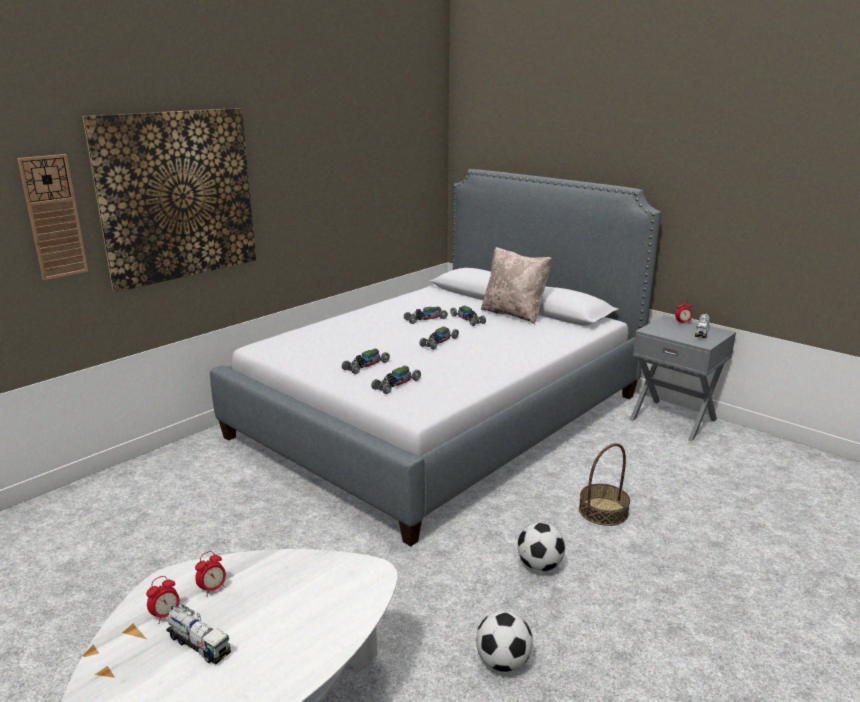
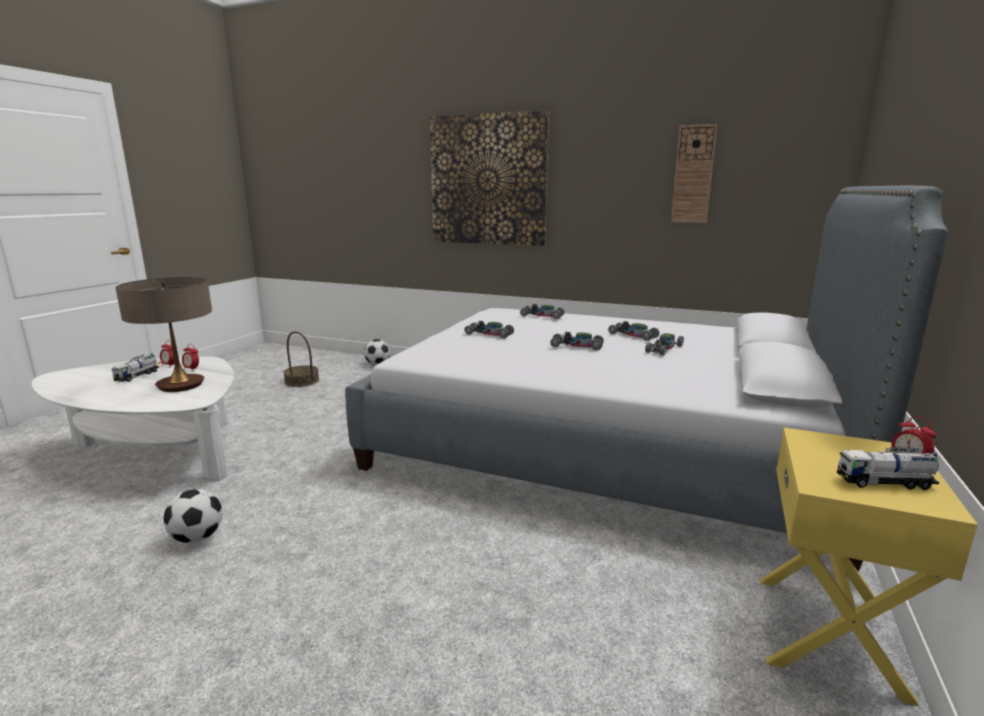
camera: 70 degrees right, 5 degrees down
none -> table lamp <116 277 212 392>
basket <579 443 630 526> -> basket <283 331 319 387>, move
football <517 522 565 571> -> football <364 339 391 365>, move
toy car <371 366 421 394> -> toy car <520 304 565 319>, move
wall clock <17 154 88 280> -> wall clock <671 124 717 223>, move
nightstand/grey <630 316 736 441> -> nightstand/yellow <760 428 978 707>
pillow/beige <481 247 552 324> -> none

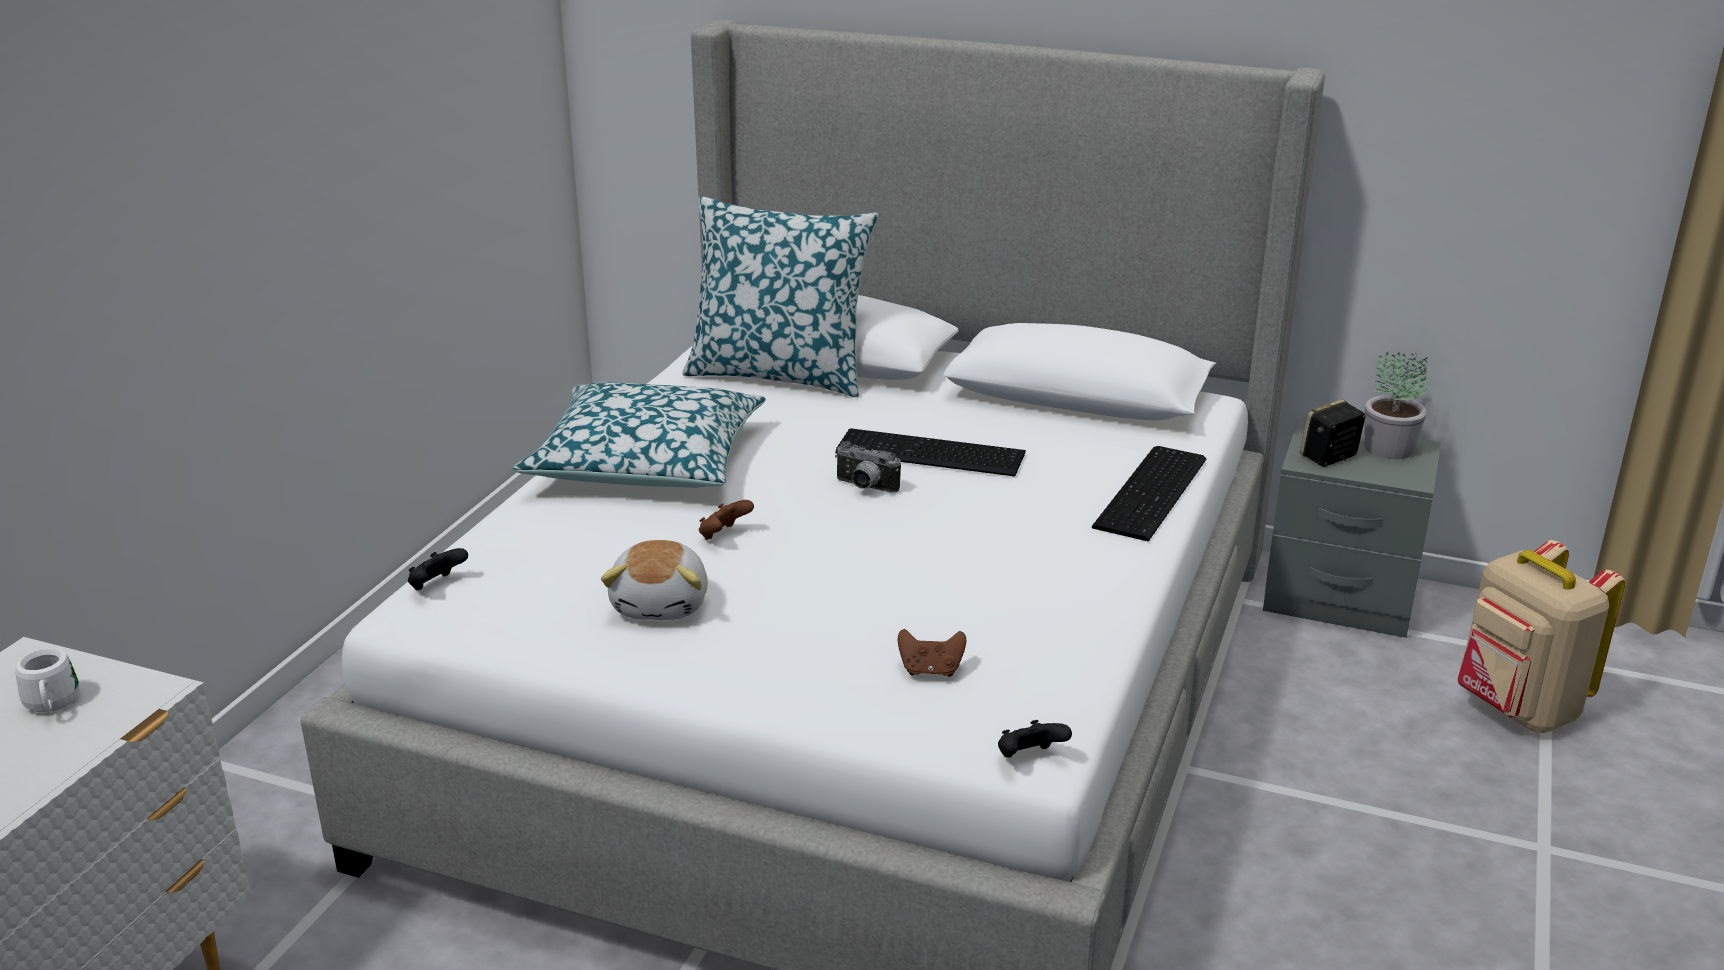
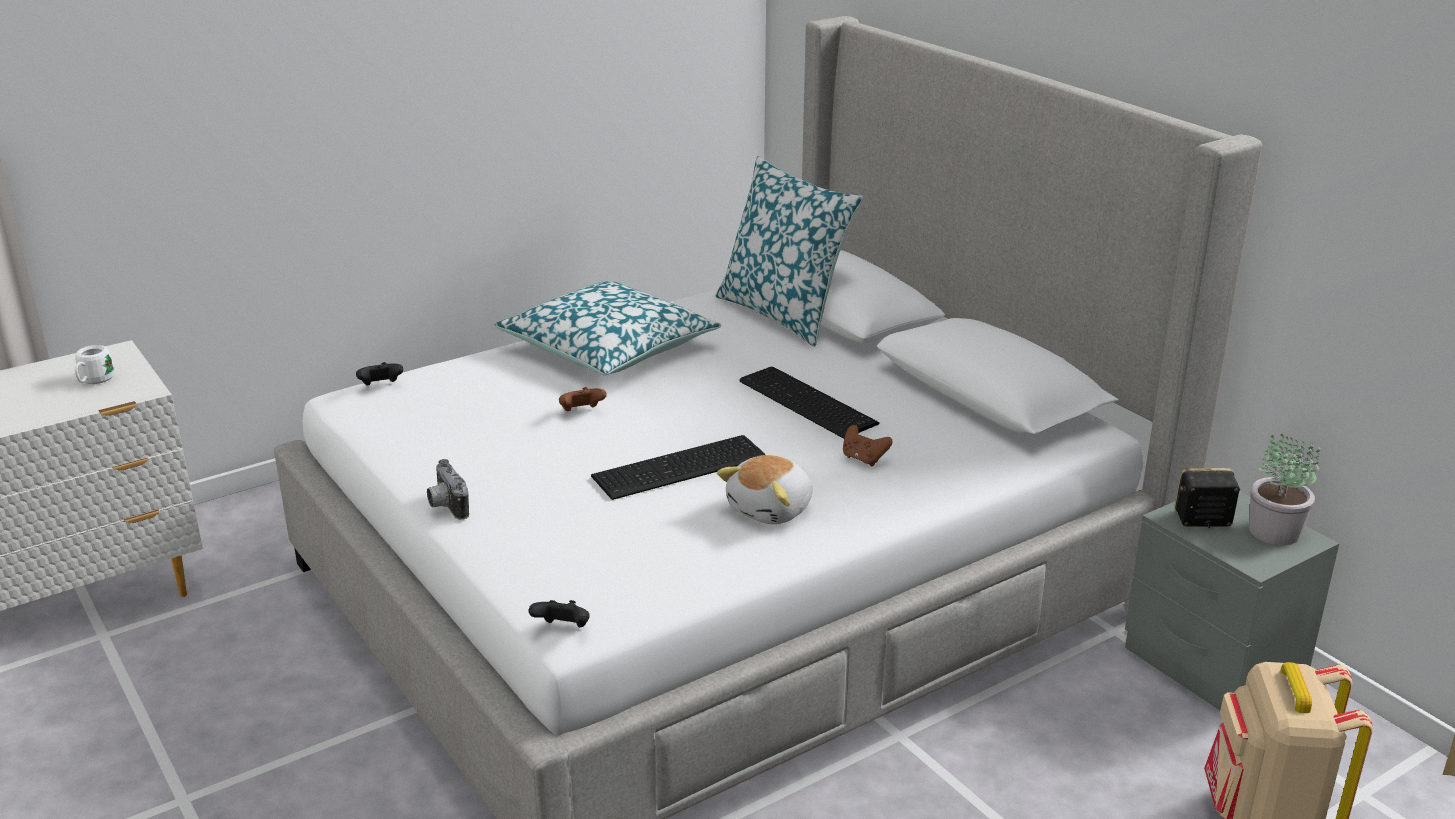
camera: 35 degrees right, 0 degrees up
photo camera <835 441 901 493> -> photo camera <427 459 469 520>, move
keyboard <1092 446 1206 542> -> keyboard <591 435 765 500>, move
plush toy <601 540 708 620> -> plush toy <717 455 813 524>, move
game controller/brown <898 629 966 677> -> game controller/brown <843 425 893 466>, move

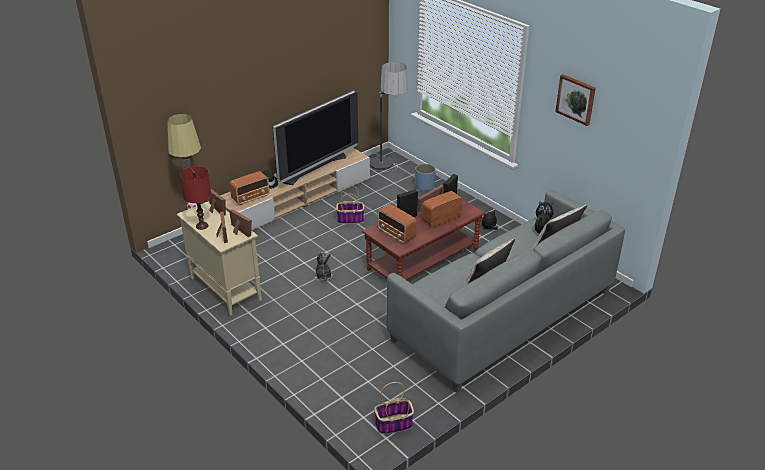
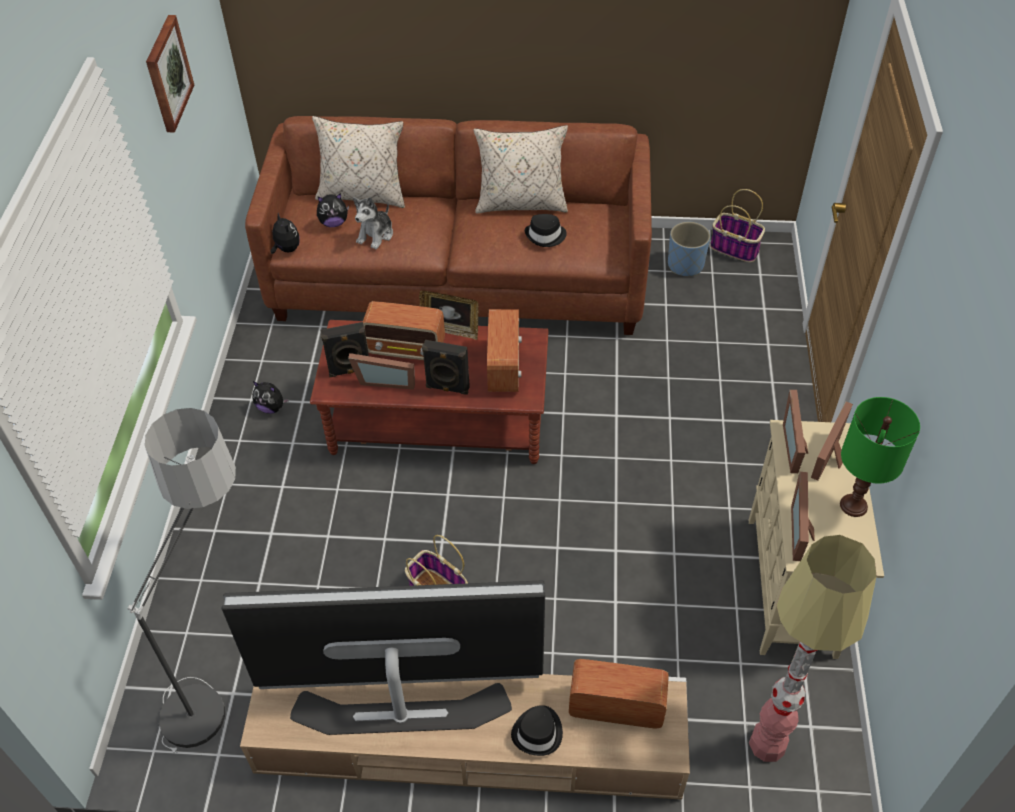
camera: 135 degrees left, 15 degrees up
sofa/grey <387 190 625 393> -> sofa/brown <245 116 652 335>
plush toy <314 252 333 282> -> plush toy <353 197 393 250>, move
none -> picture frame <419 291 478 340>
none -> hat/black <525 214 567 247>
planter/blue <415 164 436 192> -> planter/blue <668 222 710 276>, move
table lamp/red <180 166 211 230> -> table lamp/green <840 397 920 517>

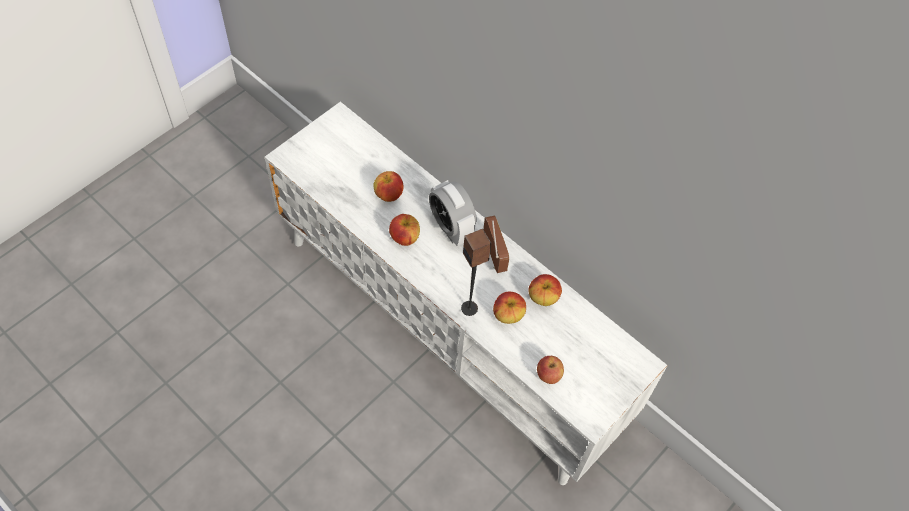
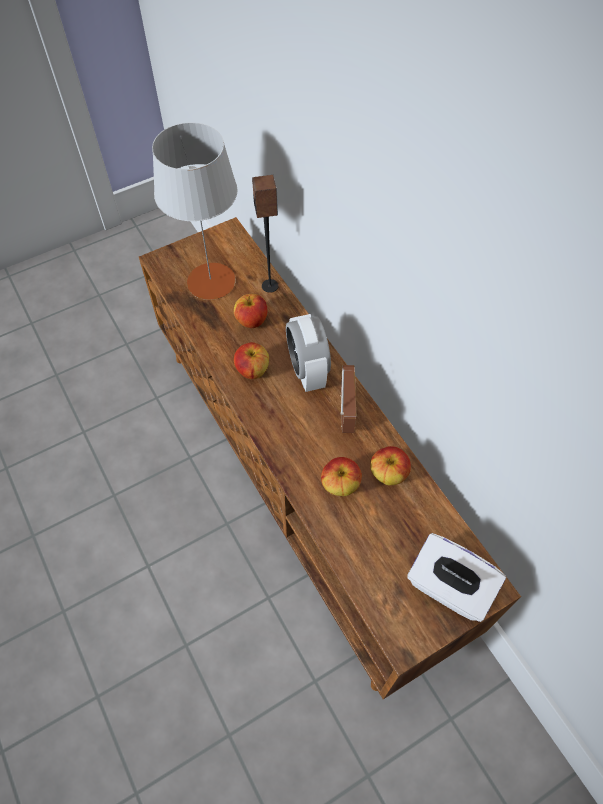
camera: 20 degrees right, 0 degrees up
tv stand/white <265 102 668 485> -> tv stand/brown <139 217 521 699>
none -> table lamp/grey <152 122 238 300>
speaker <461 229 492 316> -> speaker <252 175 279 293>, move
none -> tissue box/white <408 533 506 622>
apple <537 356 564 384> -> none

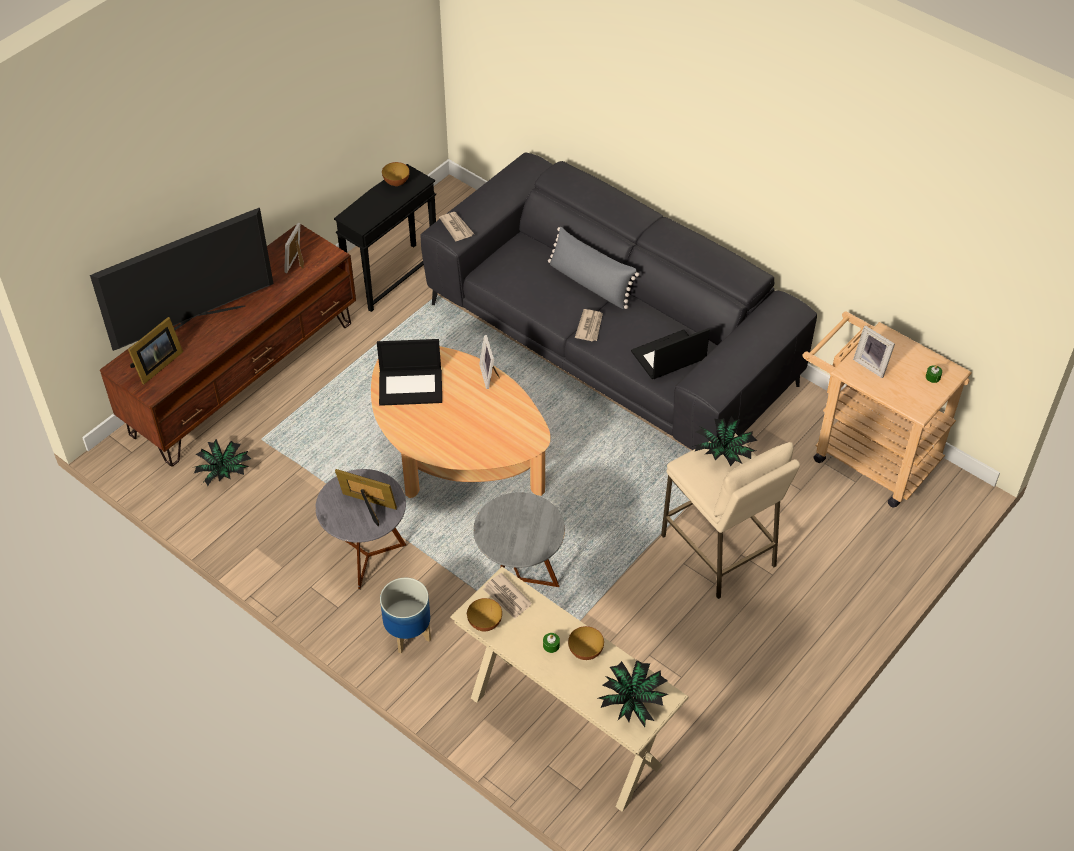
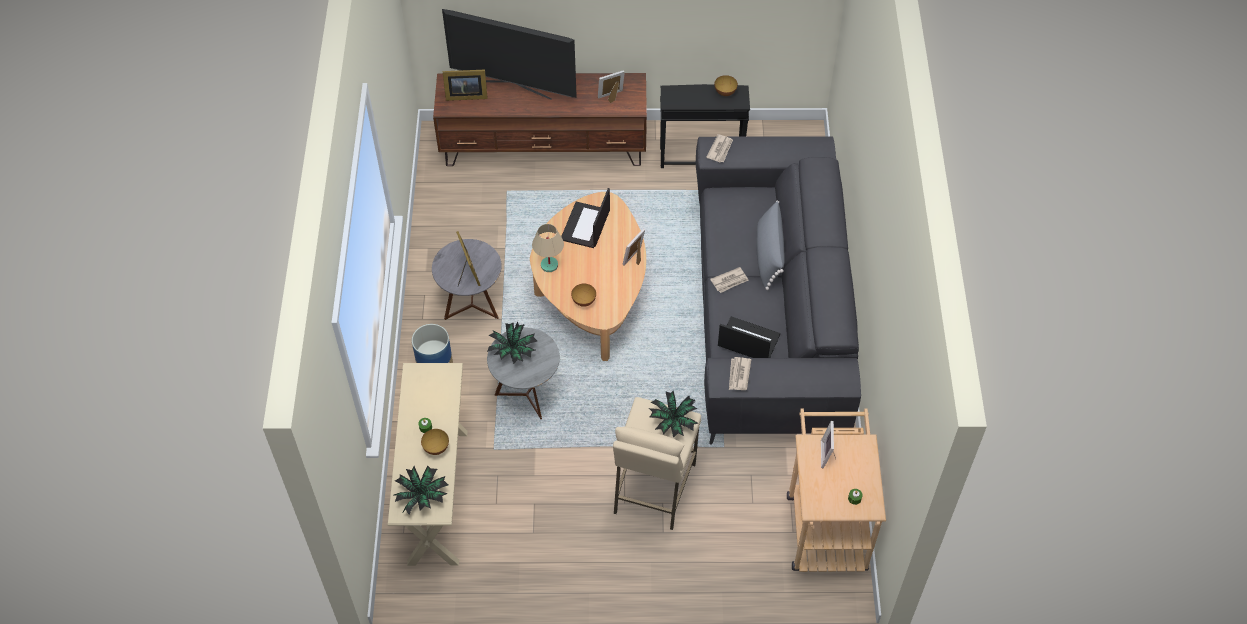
camera: 50 degrees right, 5 degrees up
potted plant <194 439 251 486> -> potted plant <487 321 537 364>, move
none -> table lamp/beige <532 224 564 272>
laptop <377 339 442 406> -> laptop <561 188 610 248>, 60 degrees clockwise
bowl <467 598 502 631> -> bowl <571 284 596 307>, move
newspaper <483 573 532 619> -> newspaper <729 357 752 390>, move

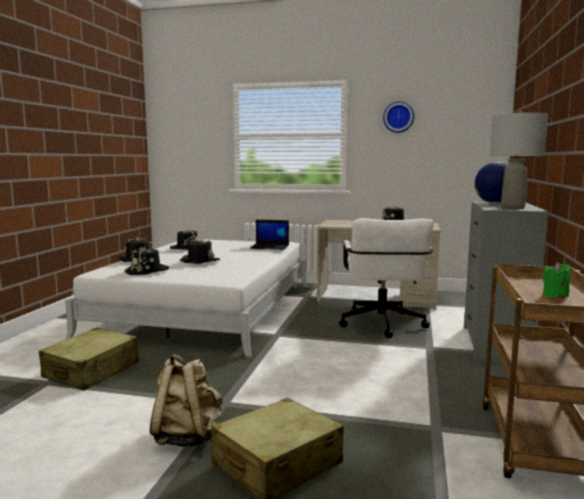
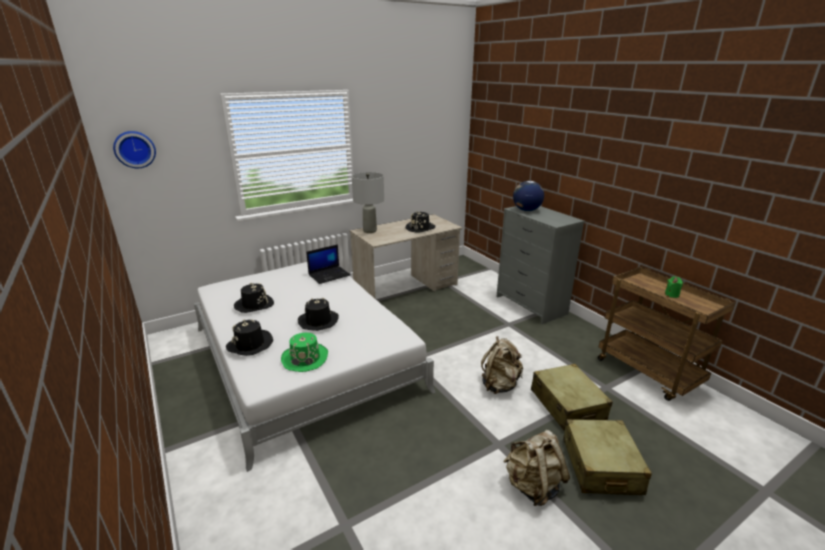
camera: 45 degrees left, 15 degrees up
wall clock <383 101 414 133> -> wall clock <113 131 156 168>, move
hat/black <124 247 169 275> -> hat/green <281 333 328 372>
table lamp/grey <490 111 548 209> -> table lamp/grey <352 172 384 233>, move
none -> backpack/beige <481 336 523 394>
suitcase/beige <39 327 139 391> -> suitcase/beige <531 364 613 430>, move
office chair/white <339 218 434 338> -> none

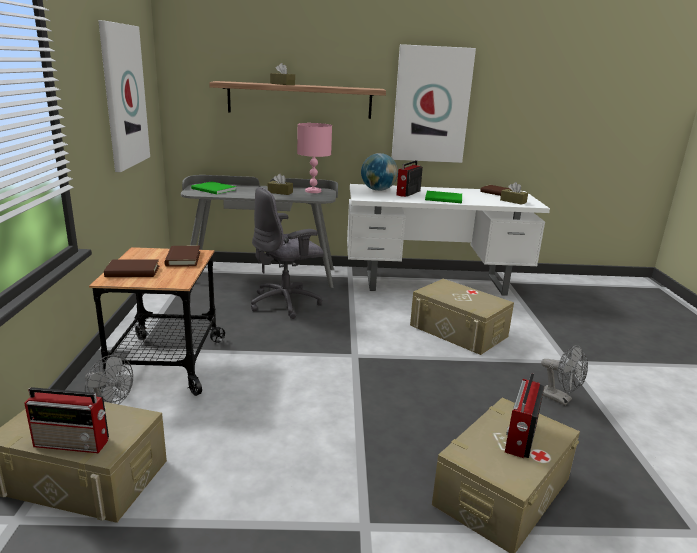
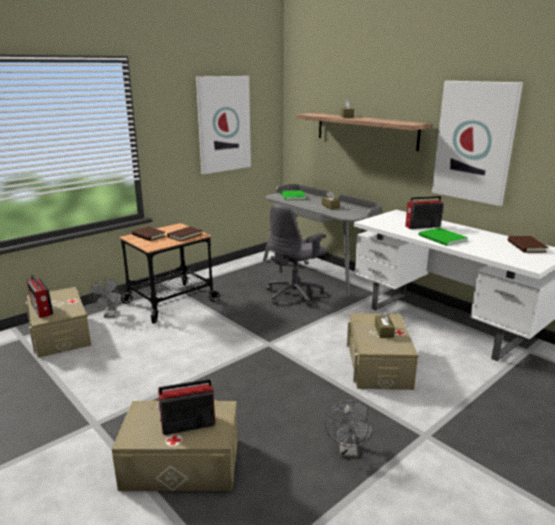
camera: 50 degrees right, 0 degrees up
office chair/grey <251 187 324 319> -> office chair/grey <266 203 326 307>, 60 degrees counterclockwise
tissue box/brown <500 182 528 205> -> tissue box/brown <375 311 395 338>, move
table lamp/pink <297 123 332 193> -> none
globe <361 153 398 191> -> none

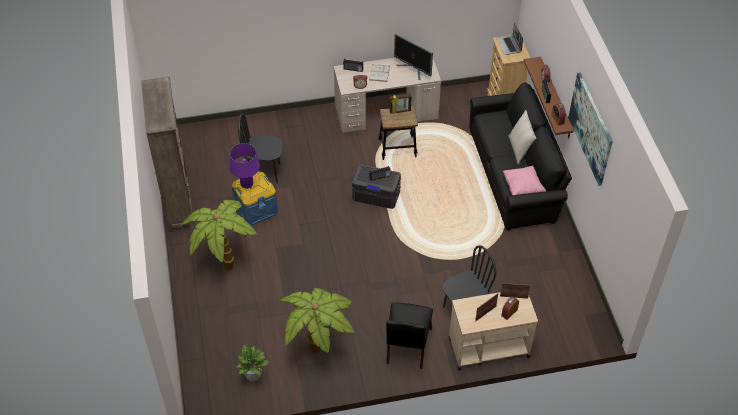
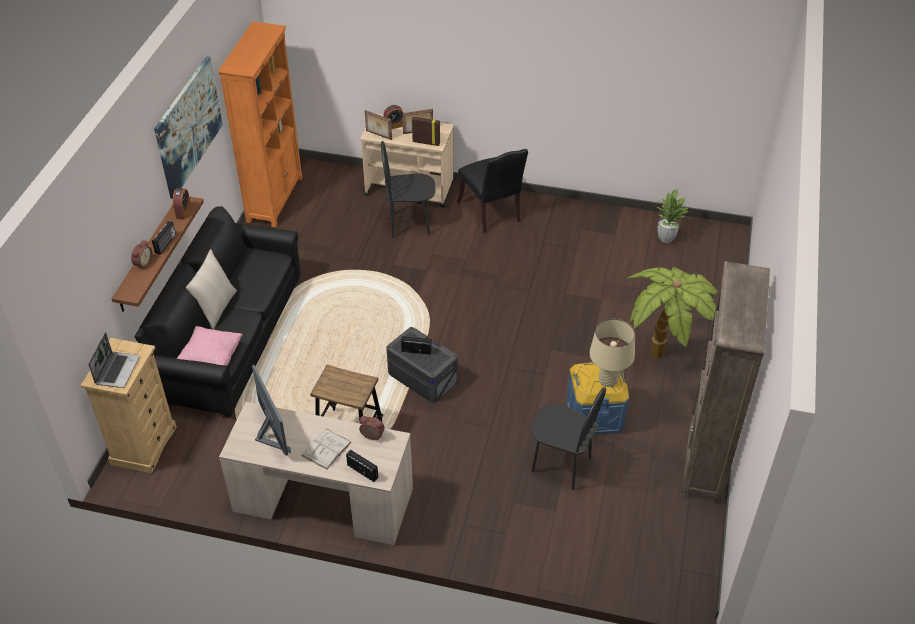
camera: 155 degrees left, 5 degrees down
pillow/pink <503 166 546 195> -> pillow/pink <177 326 243 366>, move
none -> bookcase/orange <218 21 303 227>
picture frame <390 93 412 114> -> picture frame <412 117 440 146>, move
chair/black <386 303 433 369> -> chair/black <457 149 528 233>, 120 degrees clockwise
table lamp/purple <230 143 260 189> -> table lamp/beige <590 319 635 387>
potted plant <279 288 355 354> -> none

